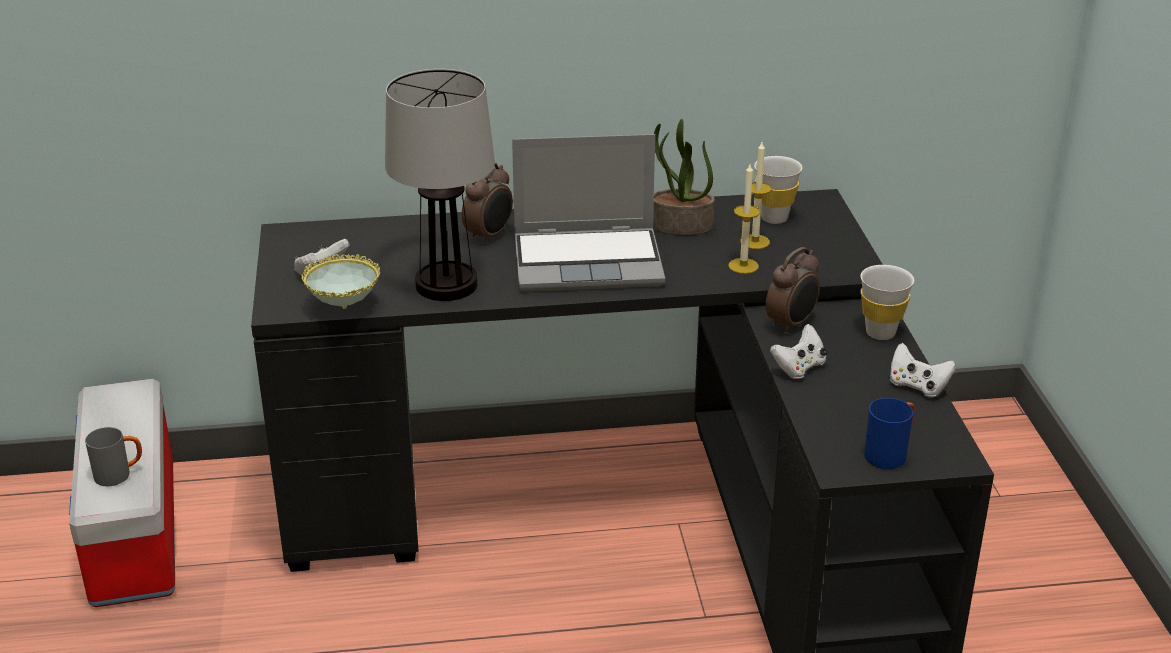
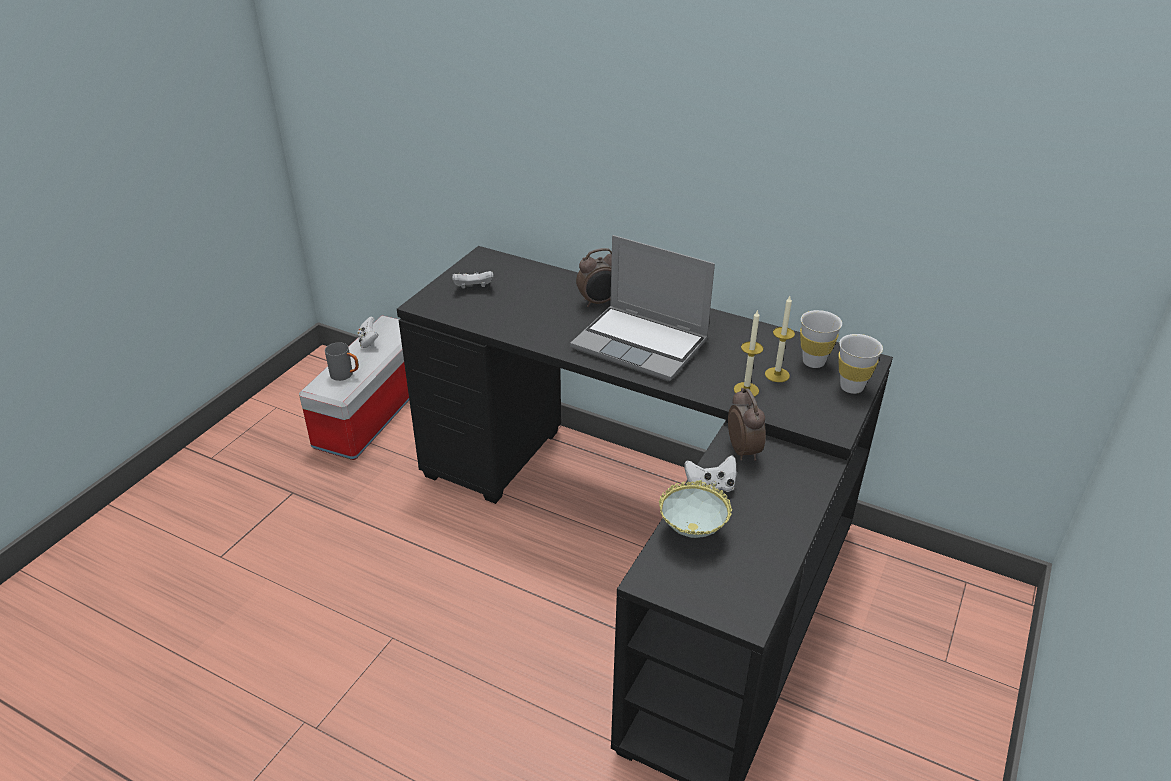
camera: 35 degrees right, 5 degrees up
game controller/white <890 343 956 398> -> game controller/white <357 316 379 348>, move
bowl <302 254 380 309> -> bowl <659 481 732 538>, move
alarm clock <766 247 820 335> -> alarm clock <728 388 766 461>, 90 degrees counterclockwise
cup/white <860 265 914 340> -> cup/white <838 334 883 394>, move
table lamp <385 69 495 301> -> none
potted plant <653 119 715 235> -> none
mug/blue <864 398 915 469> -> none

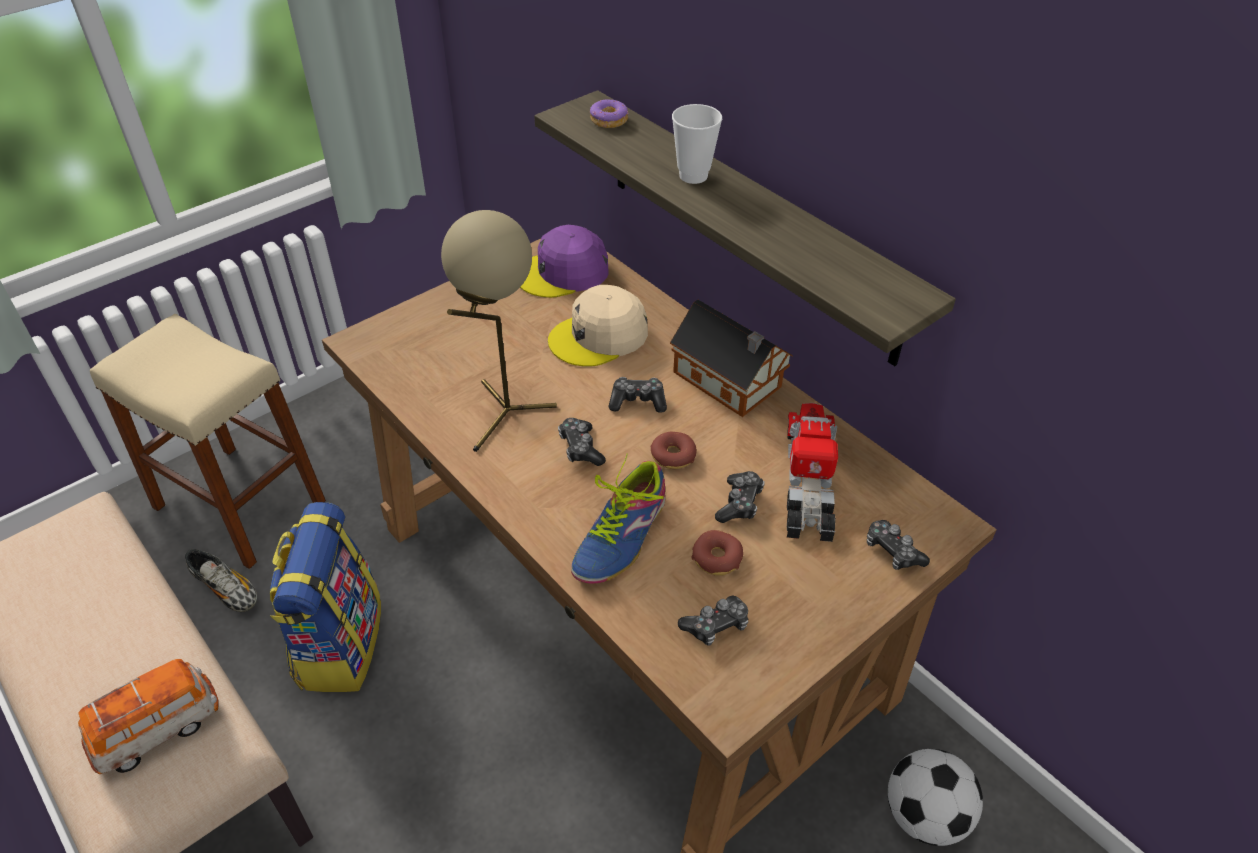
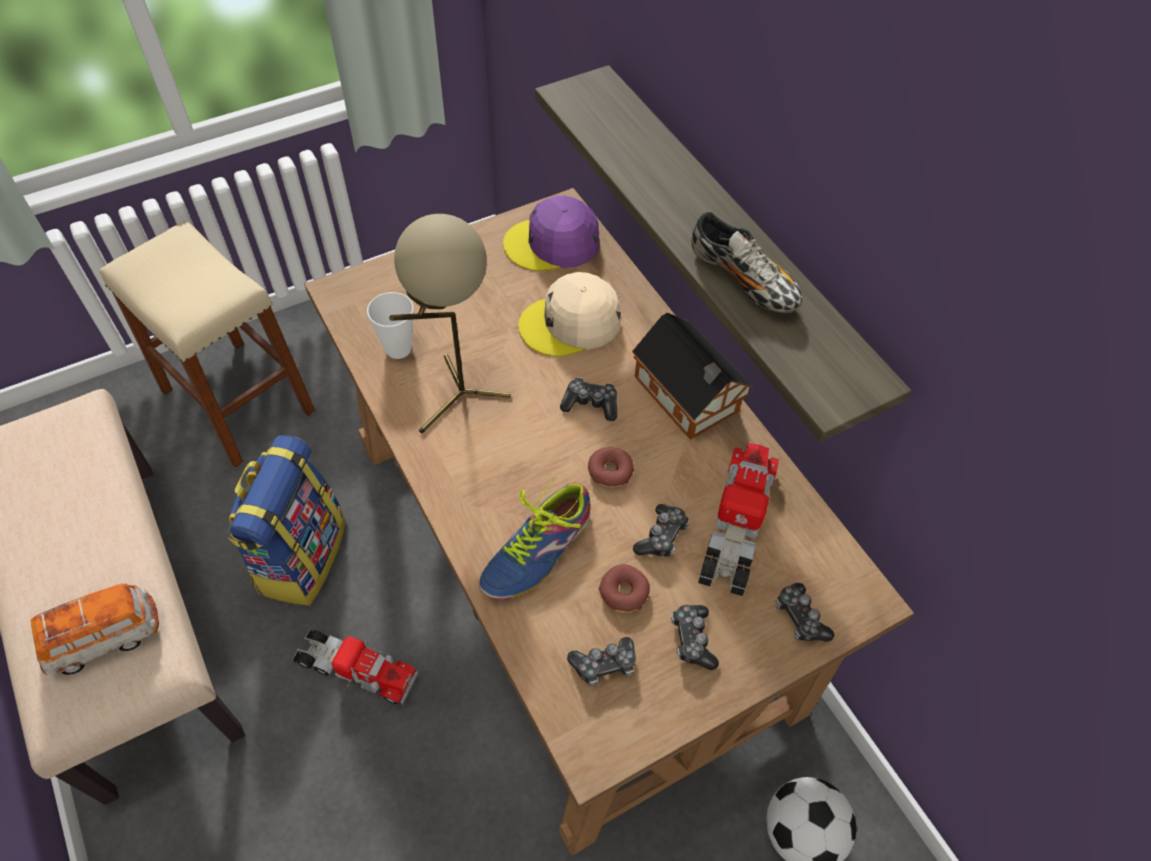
camera: 10 degrees right, 10 degrees up
none -> toy truck <292 628 418 705>
cup <672 104 722 184> -> cup <367 292 414 359>, move
game controller <558 418 606 466> -> game controller <671 605 719 670>, move
shoe <185 549 257 612> -> shoe <691 211 803 313>, move
donut <590 99 629 128> -> none

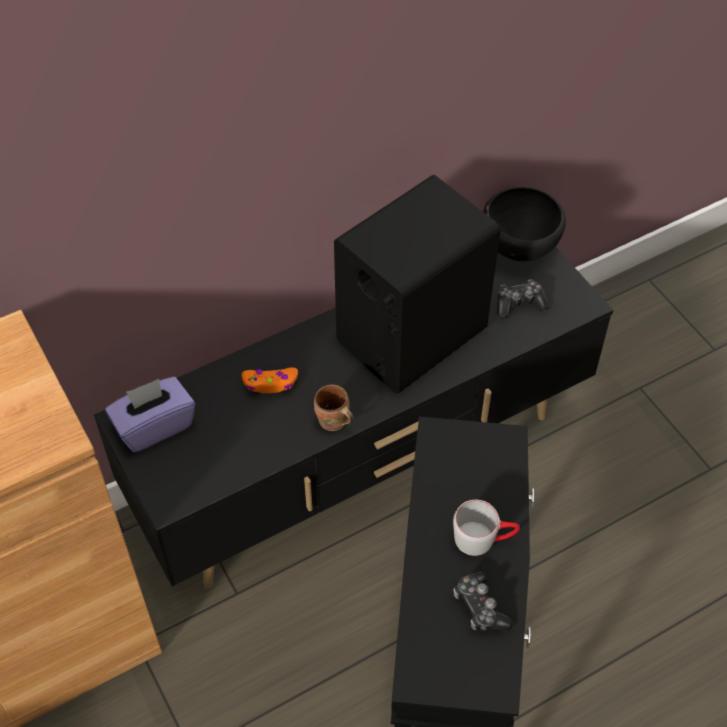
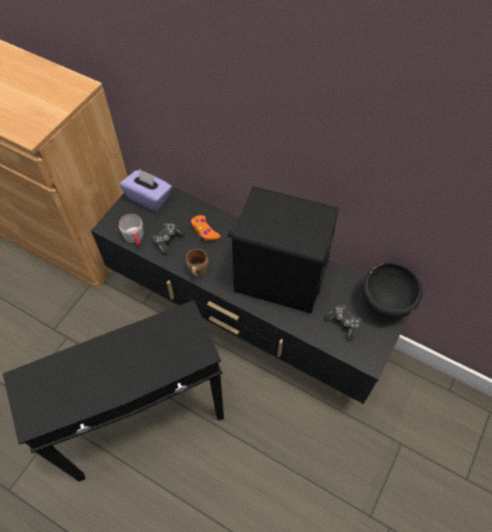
camera: 60 degrees right, 5 degrees up
mug/grey <453 500 520 556> -> mug/grey <119 214 144 246>, move
game controller <453 572 513 631> -> game controller <153 223 185 255>, move

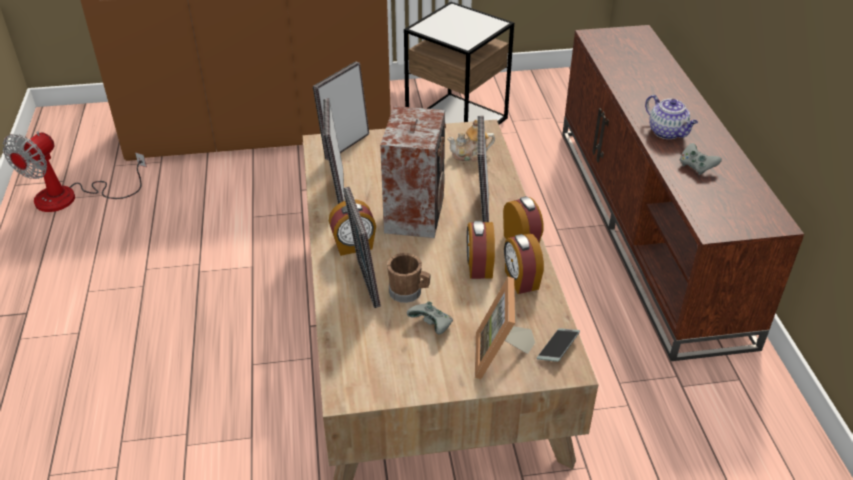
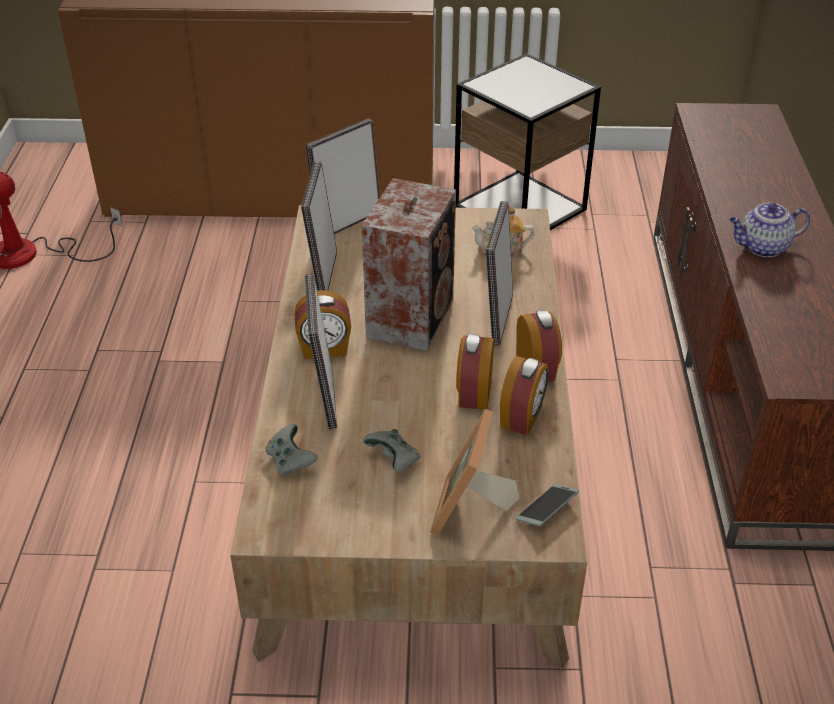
camera: 10 degrees right, 0 degrees up
game controller/grey <680 143 722 175> -> game controller/grey <265 424 318 476>, move
alarm clock <504 233 544 294> -> alarm clock <500 356 549 435>, 150 degrees counterclockwise
teapot <645 95 698 139> -> teapot <730 203 810 257>, 105 degrees clockwise
mug/brown <387 253 431 303> -> none

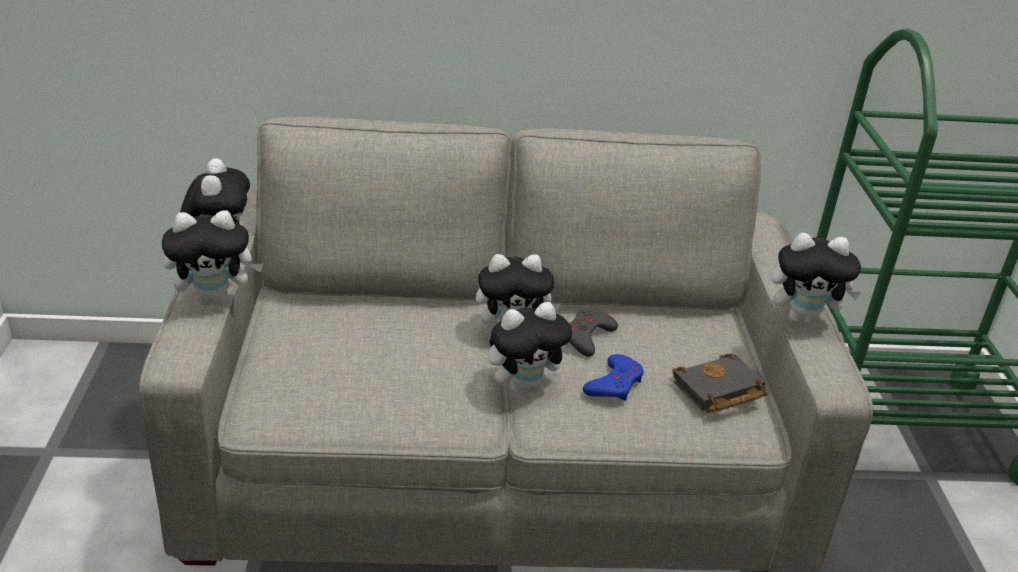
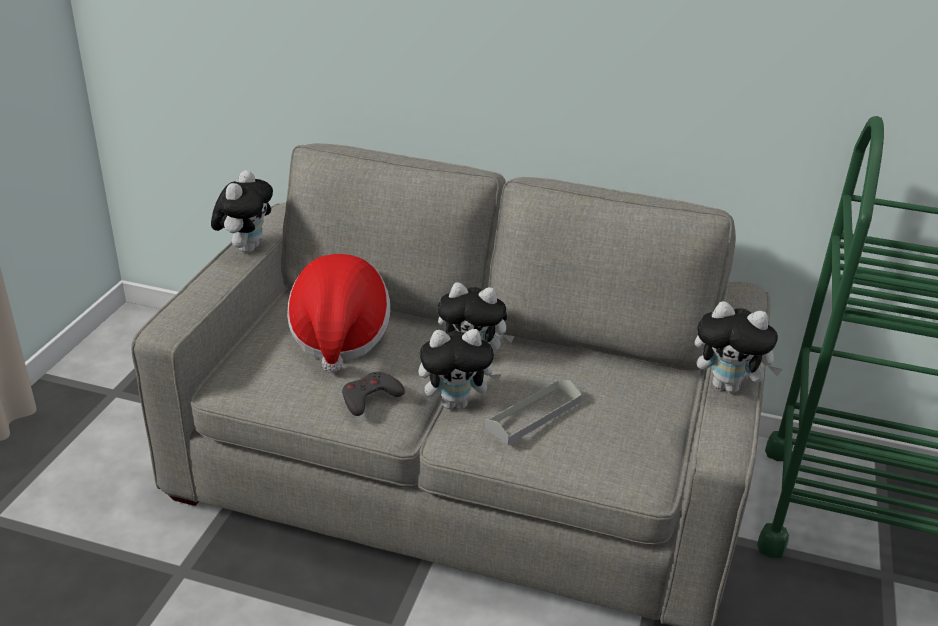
camera: 20 degrees right, 0 degrees up
none -> hat <287 254 390 373>
game controller/grey <569 310 618 357> -> game controller/grey <342 372 405 416>, move
game controller/blue <583 354 644 401> -> tray/grey <485 379 582 445>
plush toy <162 211 264 306> -> none
book/black <672 354 768 413> -> none

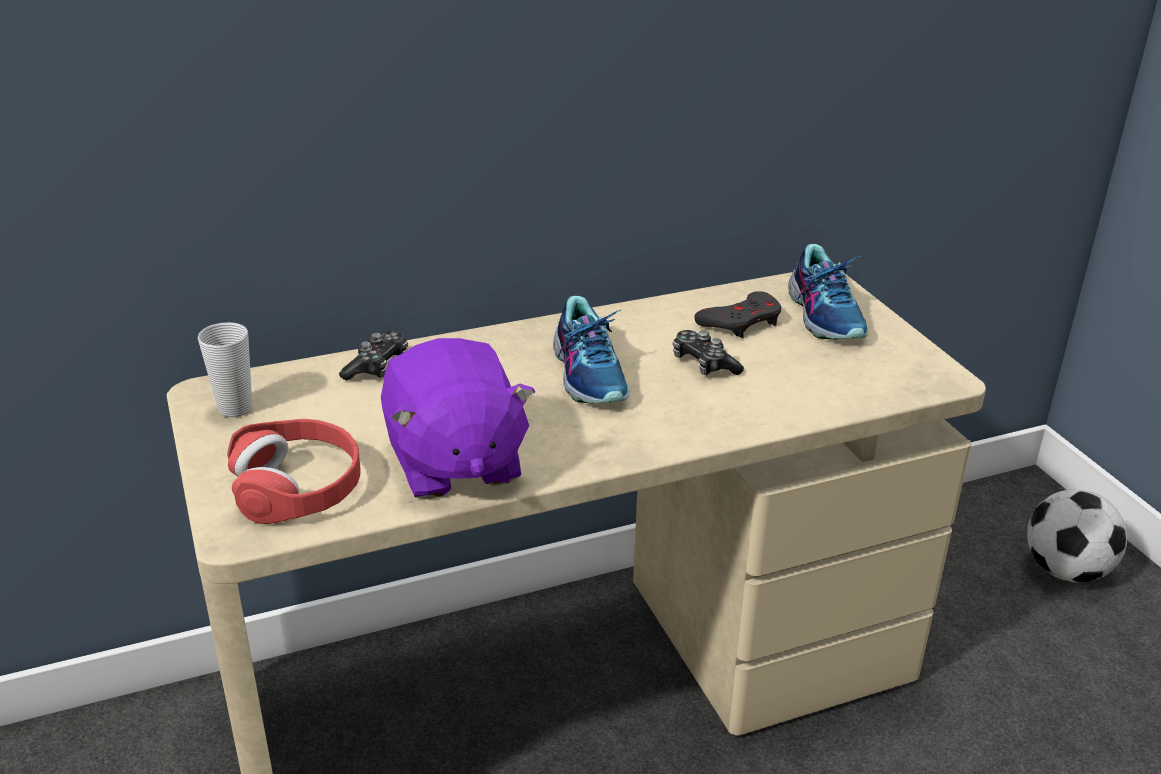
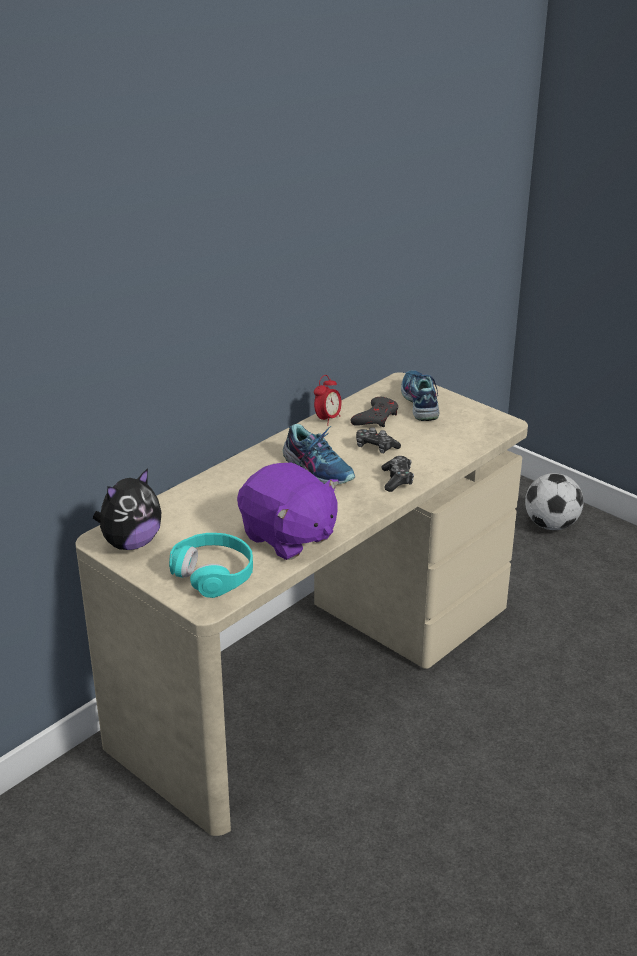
camera: 25 degrees left, 0 degrees up
cup <198 322 252 417> -> plush toy <93 468 161 550>
headphones/red <227 419 361 524> -> headphones/turquoise <169 533 253 598>
none -> alarm clock <314 375 342 425>
game controller <339 331 408 380> -> game controller <381 456 414 492>, move
shoe <788 244 868 339> -> shoe <401 370 440 421>, 150 degrees counterclockwise

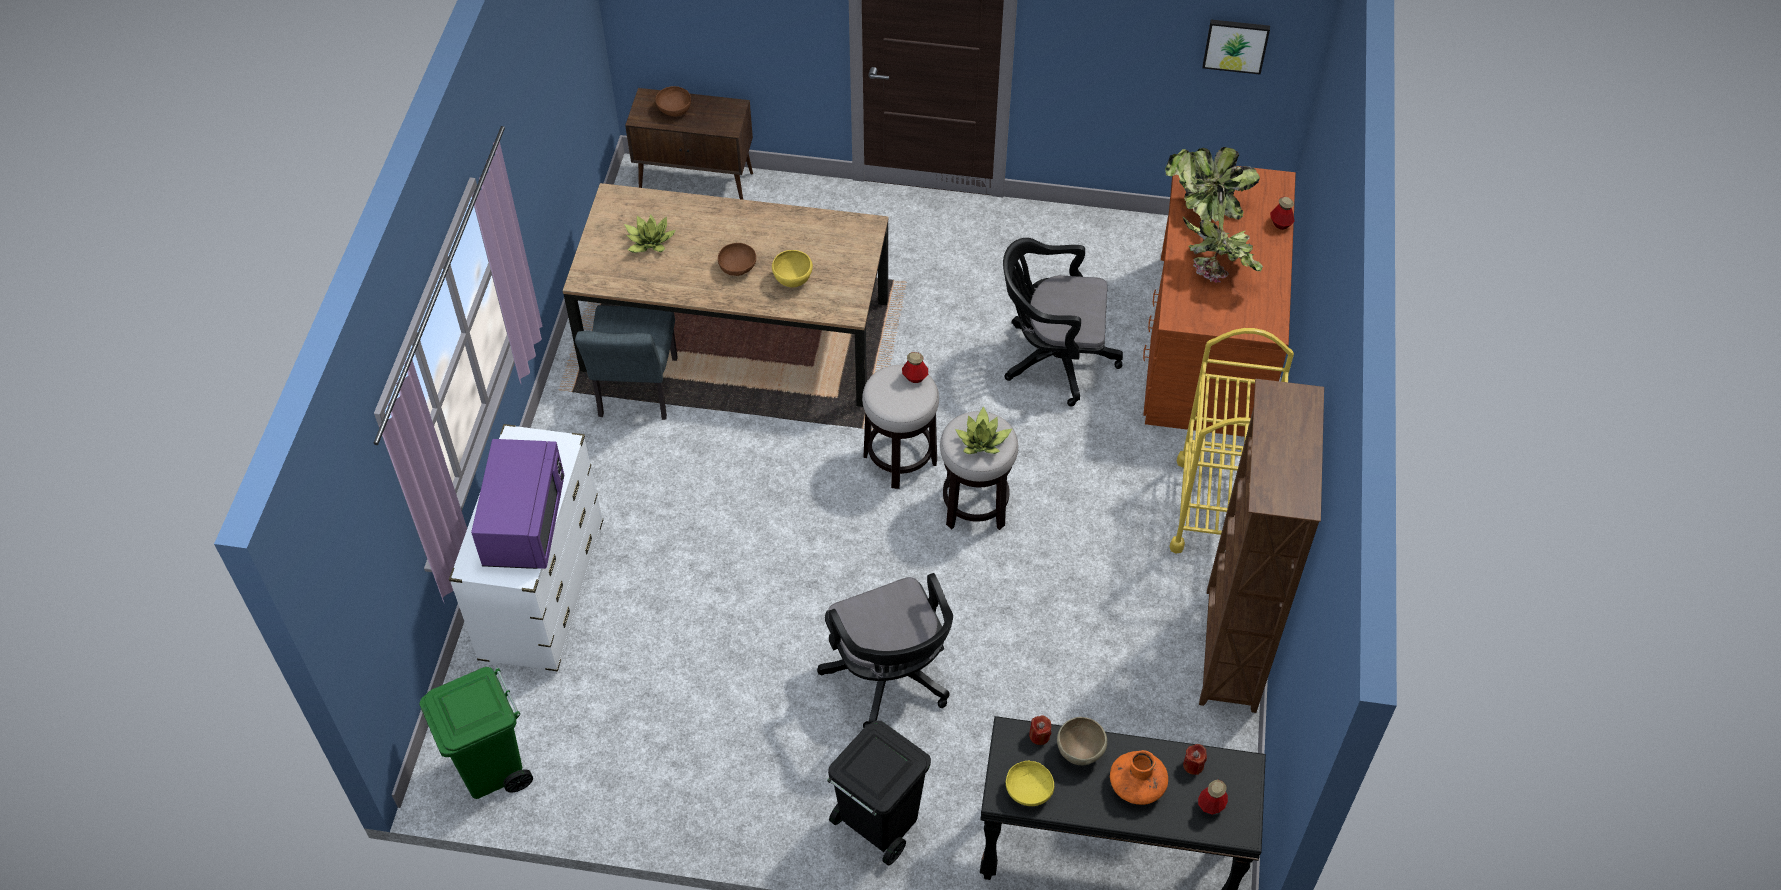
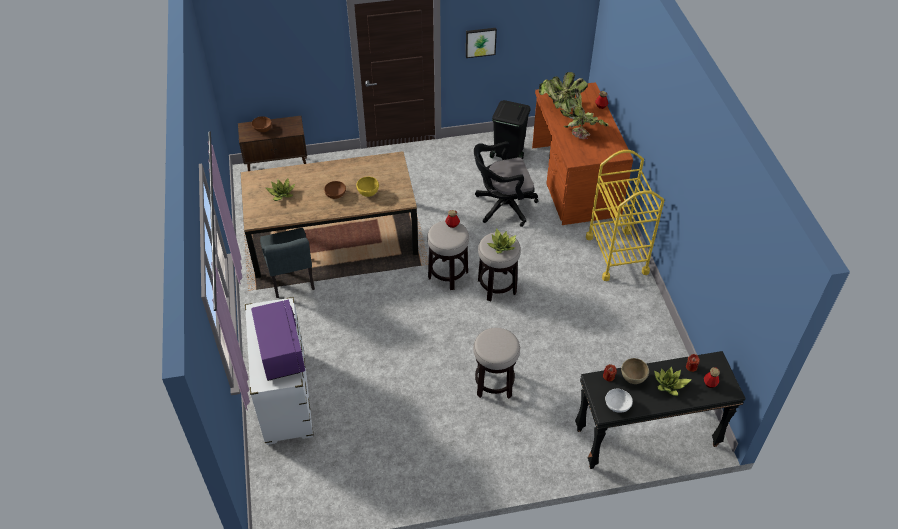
camera: 20 degrees left, 5 degrees down
picture <1203 20 1270 75> -> picture <466 28 497 58>, move
office chair/black <817 573 953 728> -> stool <473 328 520 399>
trash can/black <827 721 931 866> -> trash can/black <490 100 531 159>, move
bowl/yellow <1006 761 1054 806> -> bowl/white <605 389 633 413>
vase/orange <1110 750 1168 805> -> potted plant <654 366 692 396>
trash can/green <419 667 533 799> -> none
bookcase/brown <1199 379 1324 713> -> none

